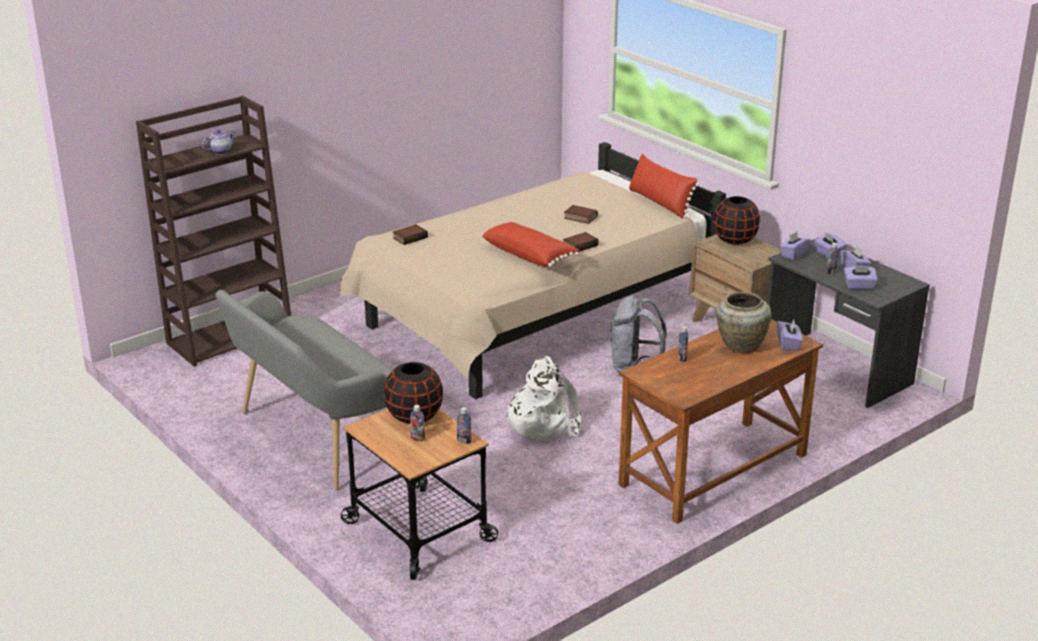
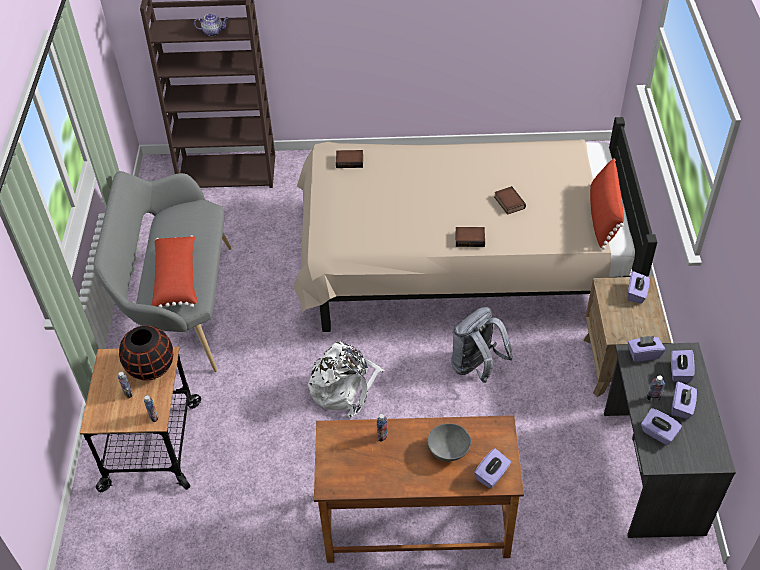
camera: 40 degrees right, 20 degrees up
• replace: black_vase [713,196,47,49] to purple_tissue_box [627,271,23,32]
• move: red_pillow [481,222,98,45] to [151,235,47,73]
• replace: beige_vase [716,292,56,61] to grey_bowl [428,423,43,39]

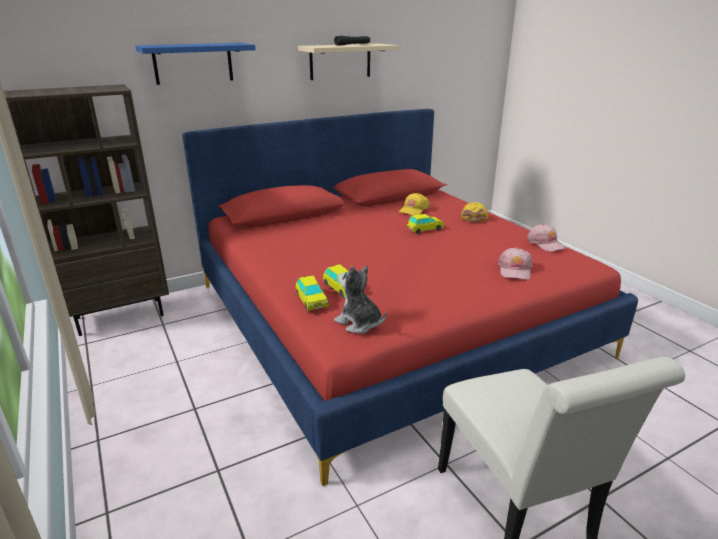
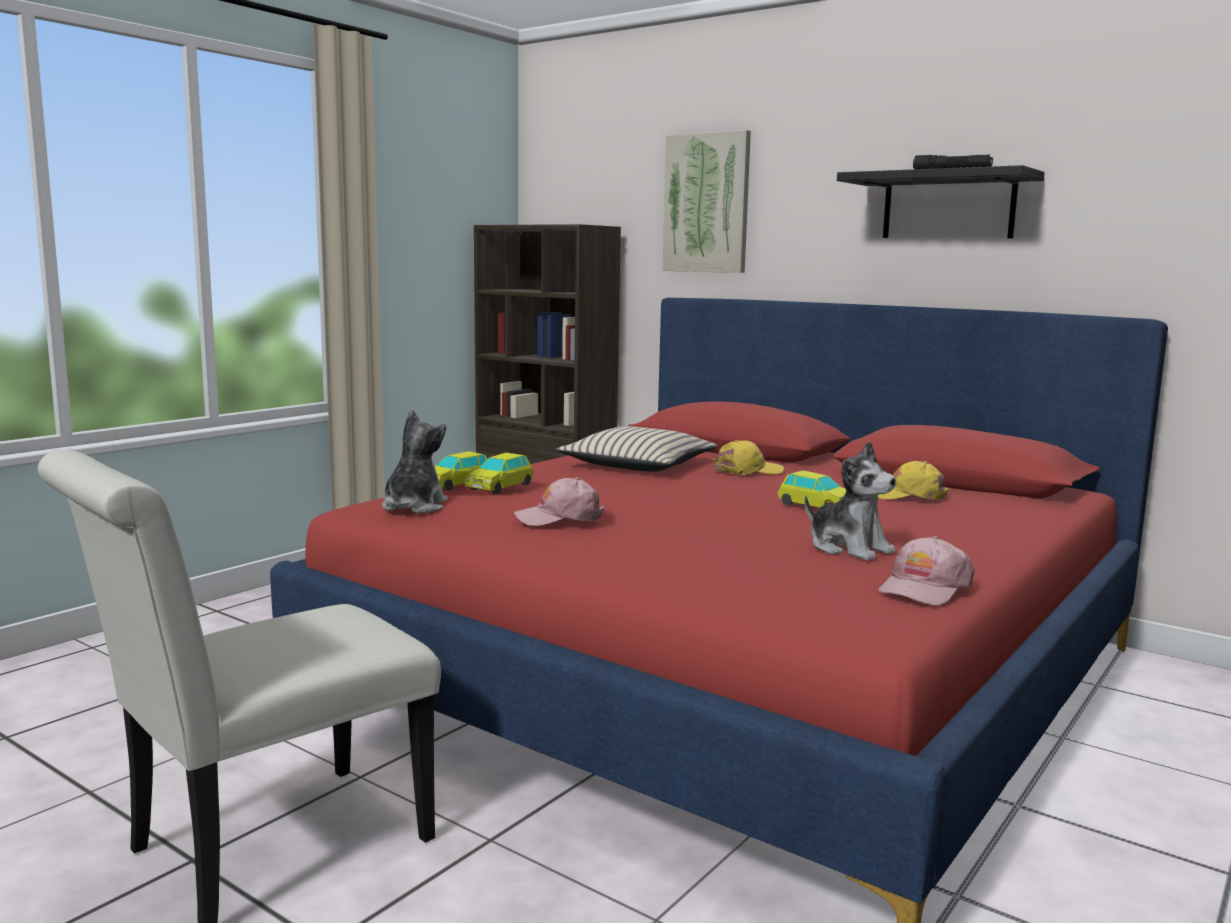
camera: 65 degrees right, 15 degrees down
• replace: blue_shelf [135,43,121,42] to picture [663,130,88,143]
• recolor: beige_shelf [298,44,101,36] to black_shelf [837,165,208,73]
• move: yellow_cap [461,202,27,20] to [712,440,72,35]
• move: pink_cap [498,247,34,33] to [514,477,91,49]
• insert: beige_pillow [556,426,162,46]
• insert: plush_toy [805,441,91,119]

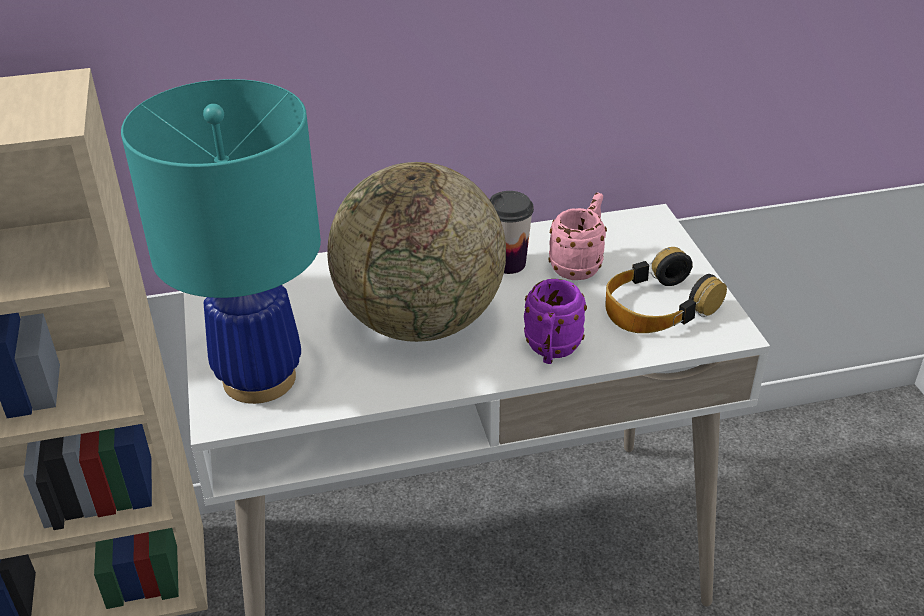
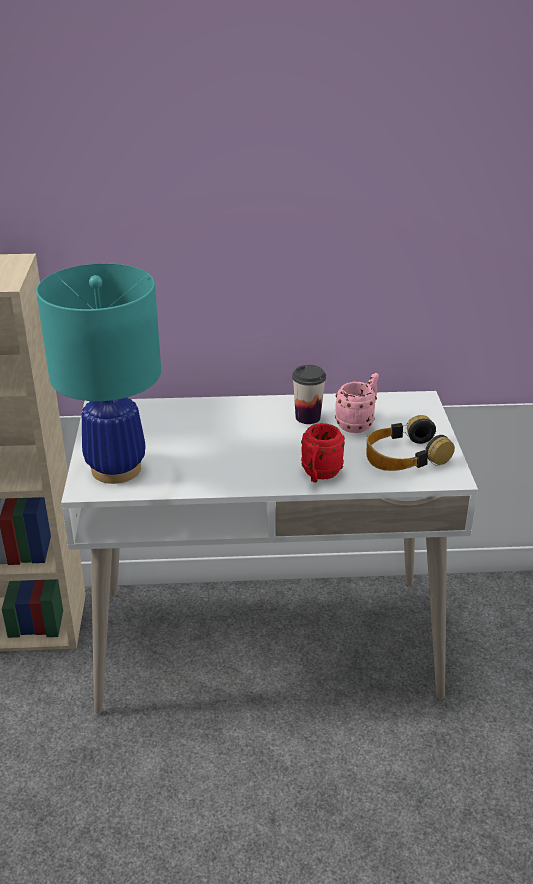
camera: 10 degrees right, 5 degrees down
• delete: globe [327,162,179,180]
• recolor: purple_mug [524,279,63,85] to red_mug [301,423,44,60]

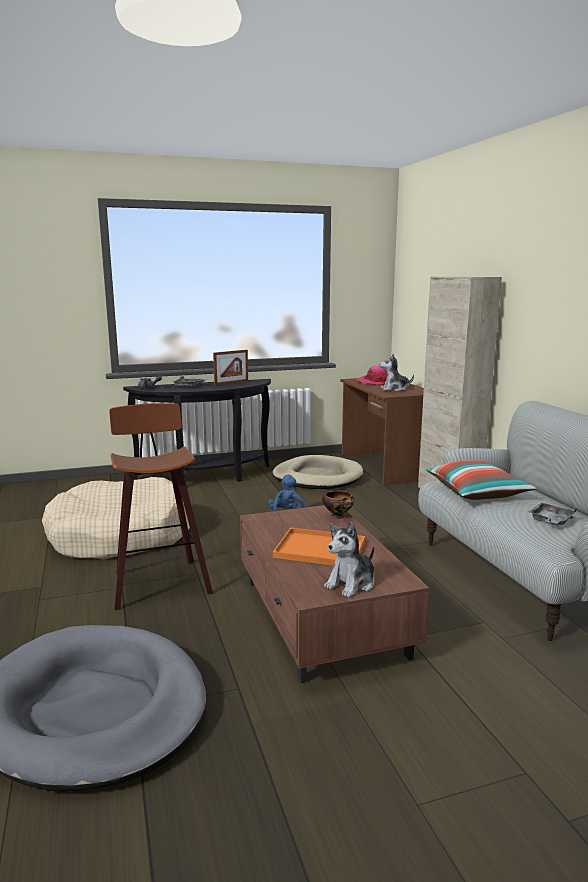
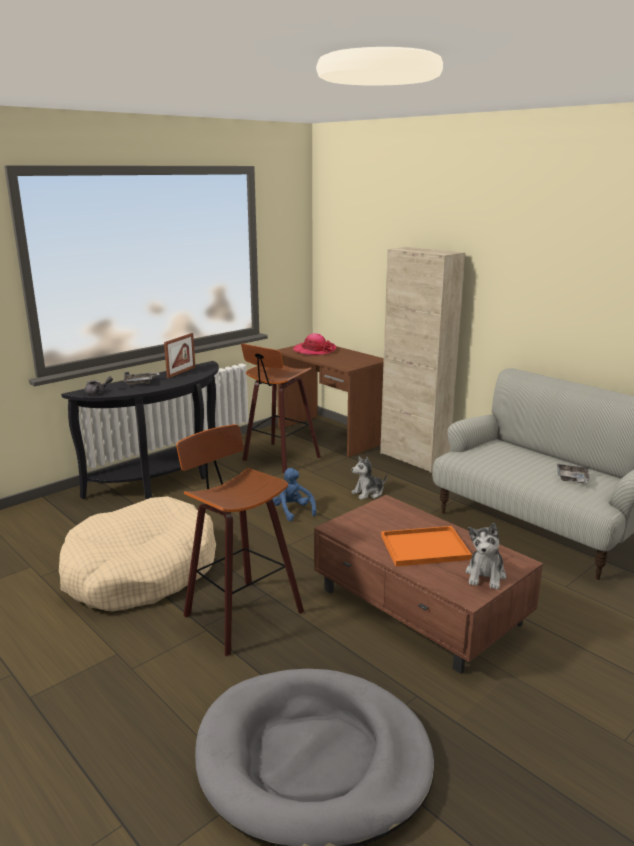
camera: 25 degrees left, 5 degrees up
• move: plush_toy [380,354,34,37] to [351,457,36,43]
• replace: beige_dog_bed [272,455,91,34] to stool [241,343,80,130]
• delete: pillow [426,460,110,40]
• delete: bowl [322,491,32,28]

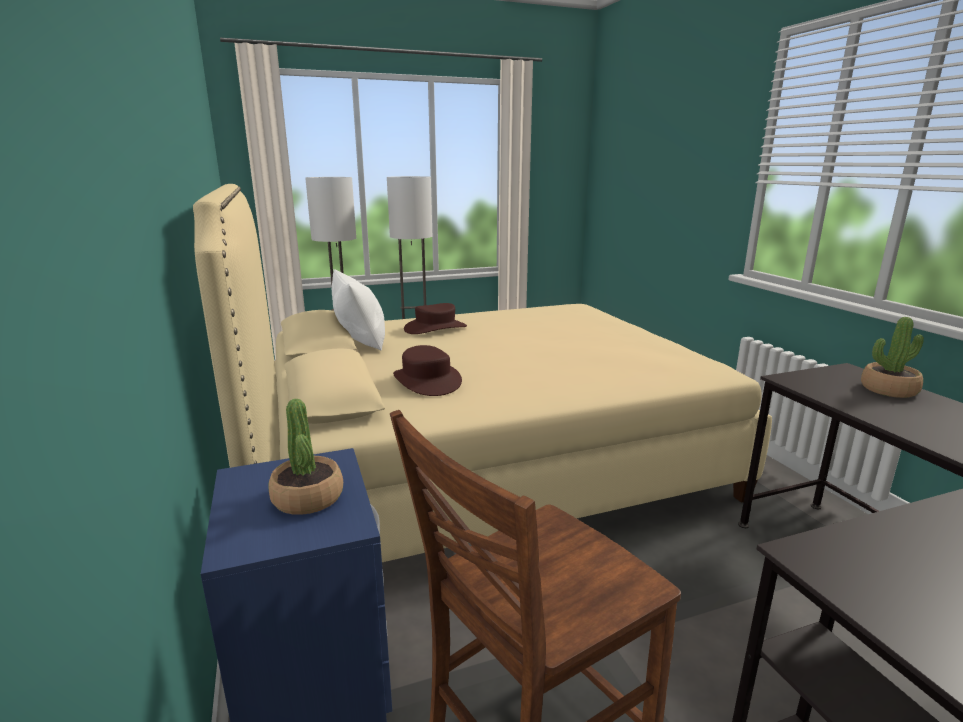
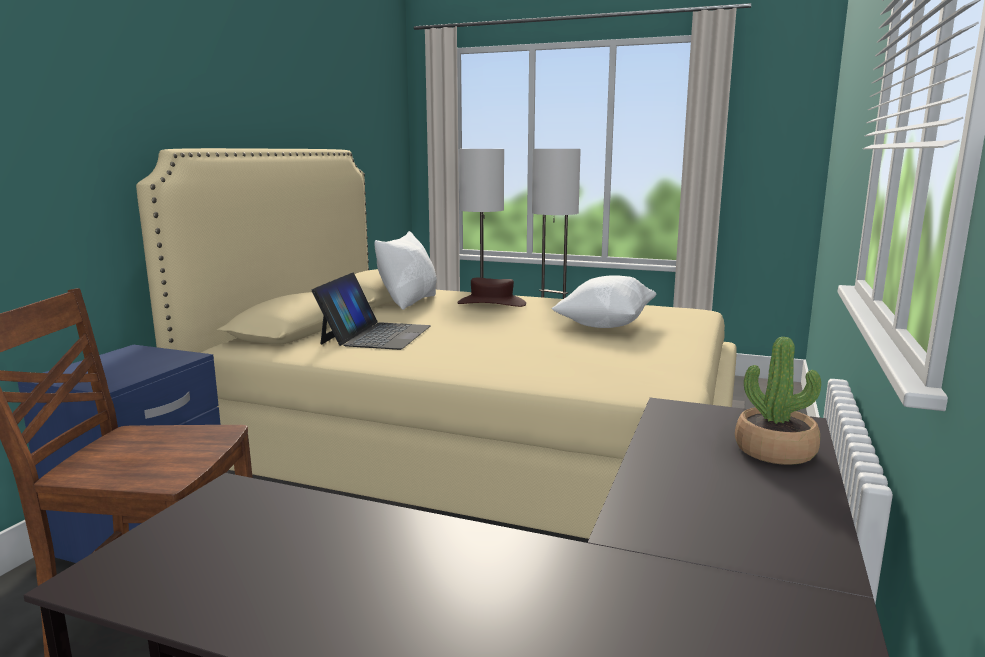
camera: 40 degrees right, 5 degrees down
• replace: brown_hat [393,345,69,51] to laptop [312,273,119,77]
• delete: potted_plant [268,399,75,116]
• insert: white_pillow [551,275,105,53]

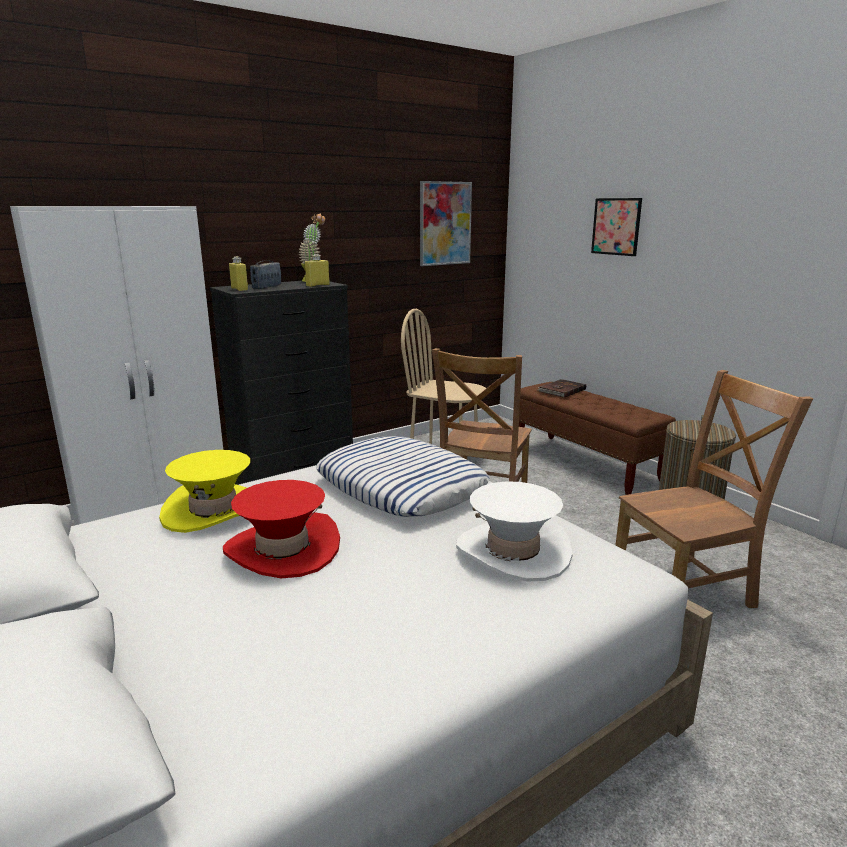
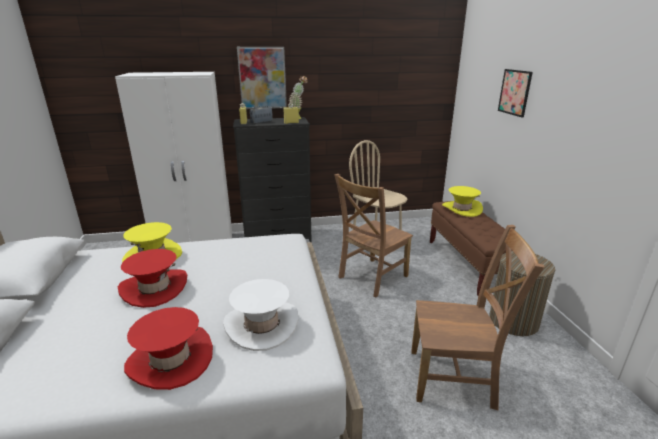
camera: 25 degrees right, 5 degrees up
• move: picture [420,181,52,85] to [237,47,50,62]
• replace: brown_book [538,379,48,19] to yellow_hat [442,186,41,31]
• delete: pillow [316,436,174,81]
• insert: red_hat [124,307,89,83]

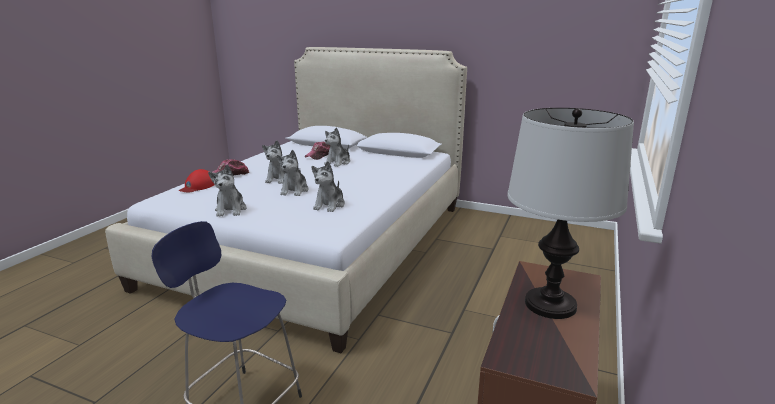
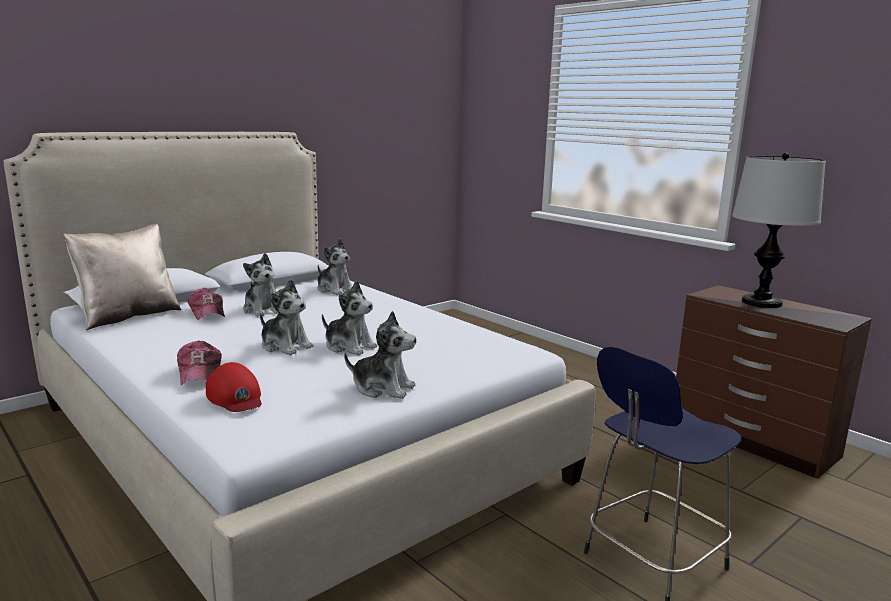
camera: 65 degrees left, 5 degrees down
• move: plush_toy [312,162,33,50] to [317,238,35,57]
• insert: beige_pillow [64,224,117,106]

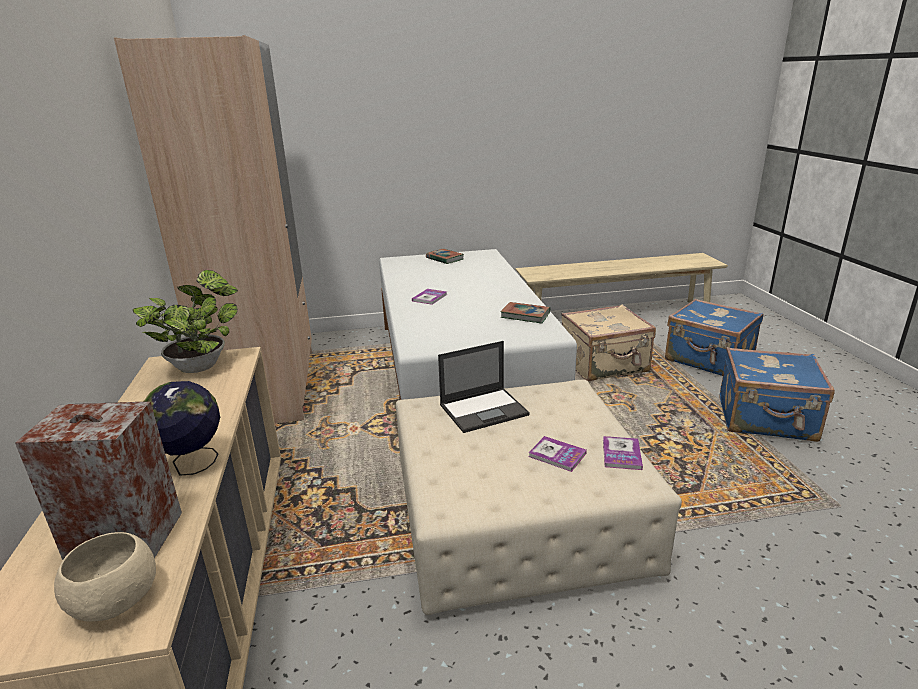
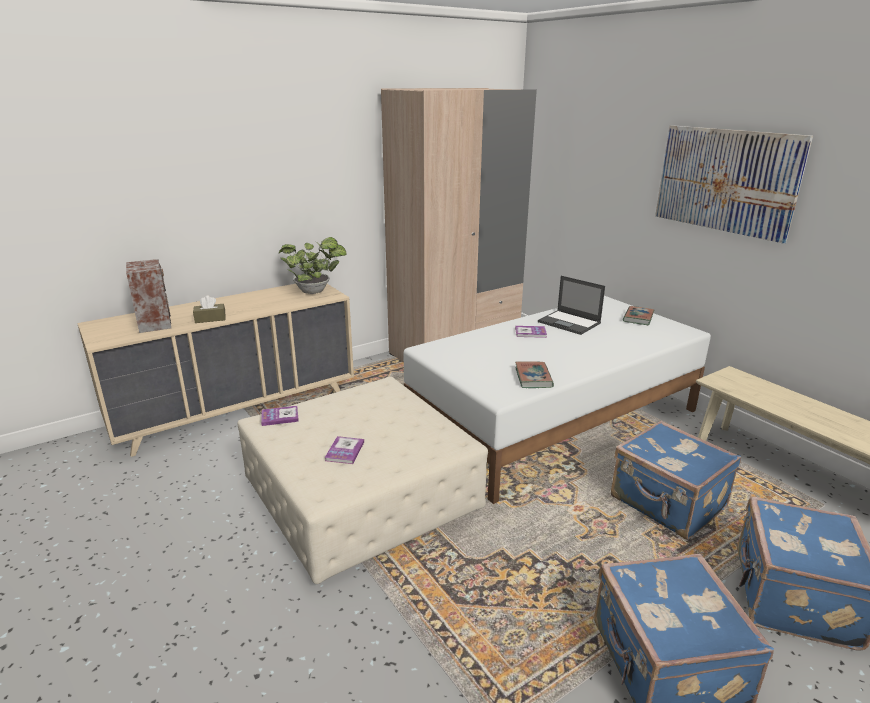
camera: 65 degrees right, 0 degrees up
• recolor: beige_suitcase [562,305,94,76] to blue_suitcase [611,421,130,119]
• move: laptop [438,341,92,92] to [538,276,67,59]
• replace: globe [143,381,77,95] to brown_tissue_box [193,295,33,28]
• move: book [603,436,40,34] to [261,406,38,20]
• delete: beige_bowl [54,532,102,90]
• insert: picture [655,125,158,119]

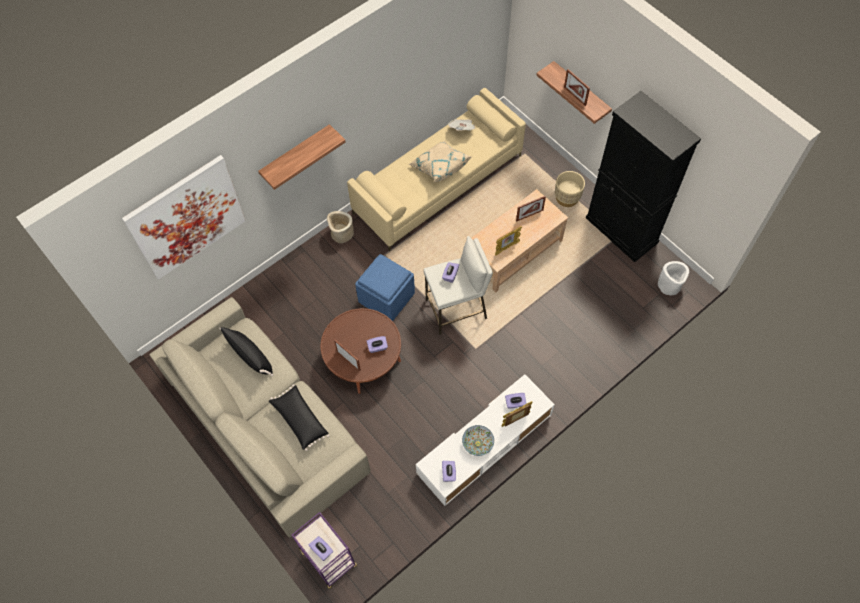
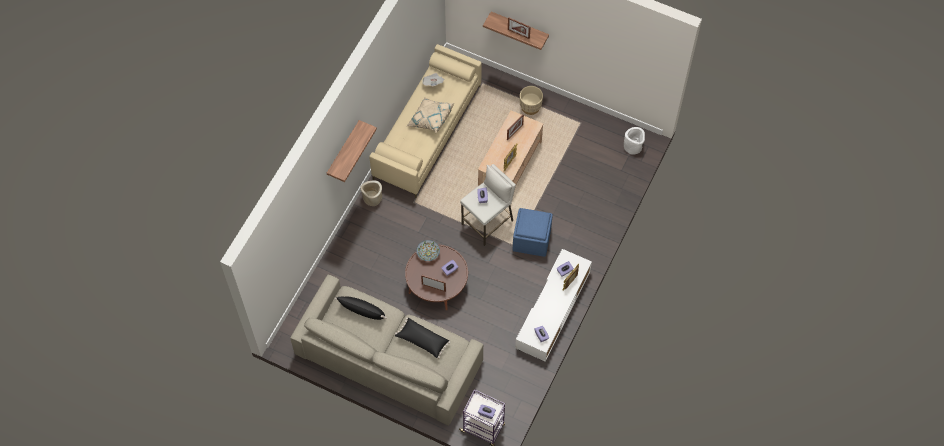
camera: 25 degrees left, 0 degrees up
• delete: black_cabinet [586,91,115,171]
• delete: picture [122,155,124,125]
• move: blue_ottoman [355,254,60,67] to [513,208,40,49]
• move: bowl [462,425,32,31] to [416,240,24,21]

